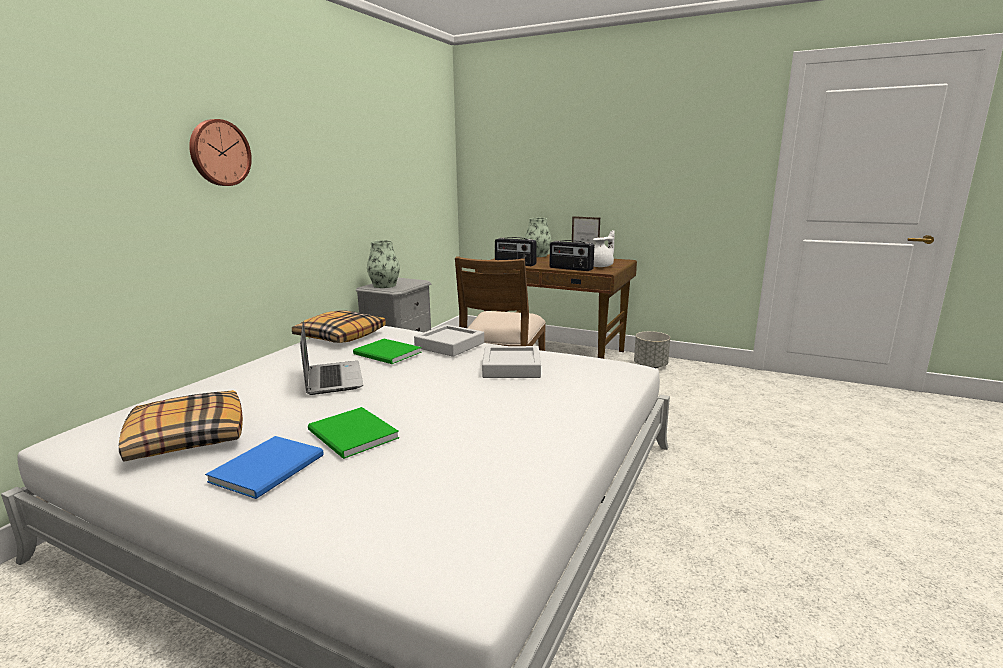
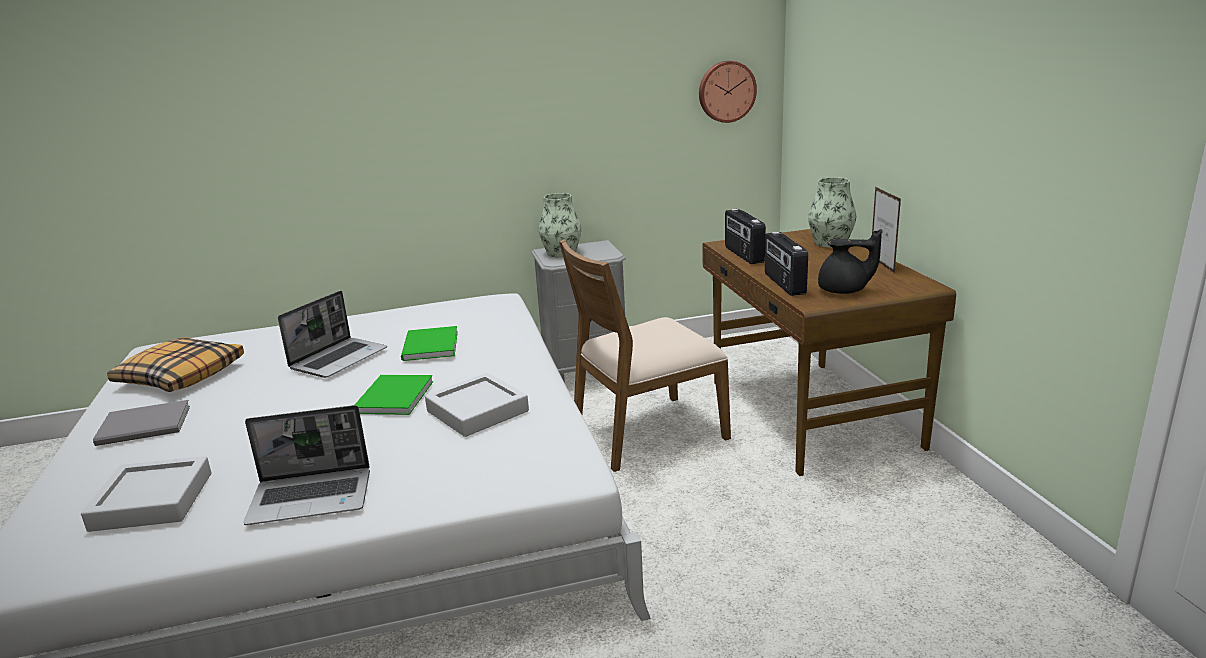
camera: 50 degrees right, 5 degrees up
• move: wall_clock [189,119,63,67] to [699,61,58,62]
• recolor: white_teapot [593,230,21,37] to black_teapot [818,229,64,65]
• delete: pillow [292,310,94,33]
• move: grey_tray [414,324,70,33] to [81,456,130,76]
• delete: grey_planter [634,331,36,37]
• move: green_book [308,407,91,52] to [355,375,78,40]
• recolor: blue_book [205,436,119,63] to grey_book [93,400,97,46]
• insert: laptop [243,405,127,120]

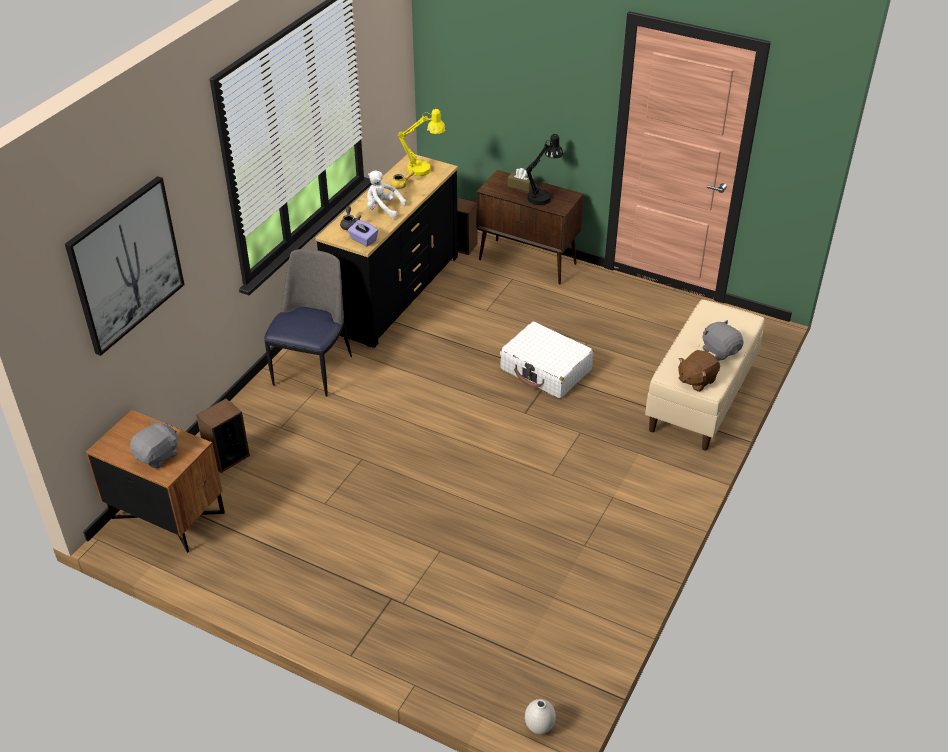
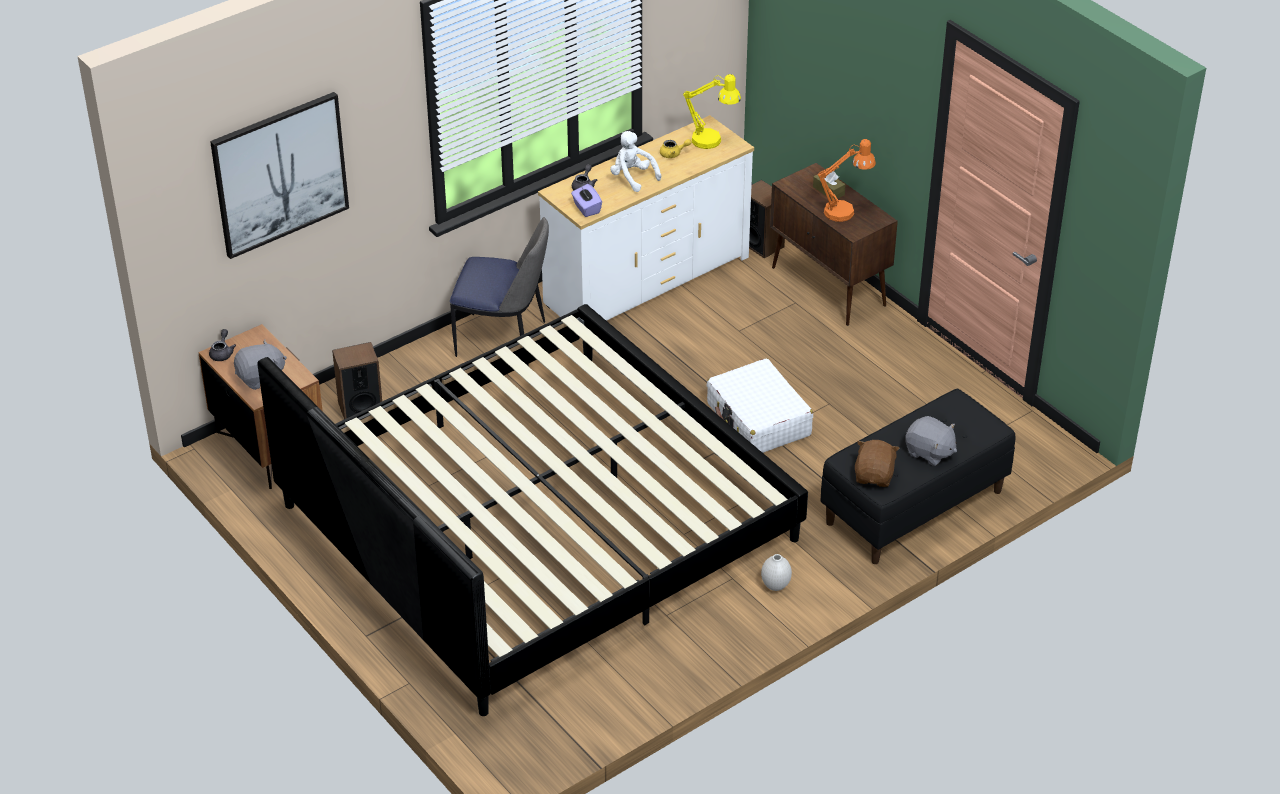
camera: 25 degrees right, 0 degrees up
• recolor: black_table_lamp [526,134,37,71] to orange_table_lamp [818,139,58,83]
• recolor: black_dresser [315,154,143,194] to white_dresser [538,115,216,206]
• rotate: chair [264,249,88,148] = [450,217,99,149] 60 degrees clockwise
• recolor: beige_bench [645,299,119,152] to black_bench [821,389,194,175]
• rotate: grey_plush_toy [702,320,42,41] = [905,416,52,50] 135 degrees clockwise
• rotate: brown_plush_toy [678,350,42,42] = [855,440,44,47] 120 degrees clockwise
• move: white_vase [525,699,31,35] to [761,554,31,37]
• insert: bed [257,304,551,412]
• insert: grey_teapot [209,329,27,32]

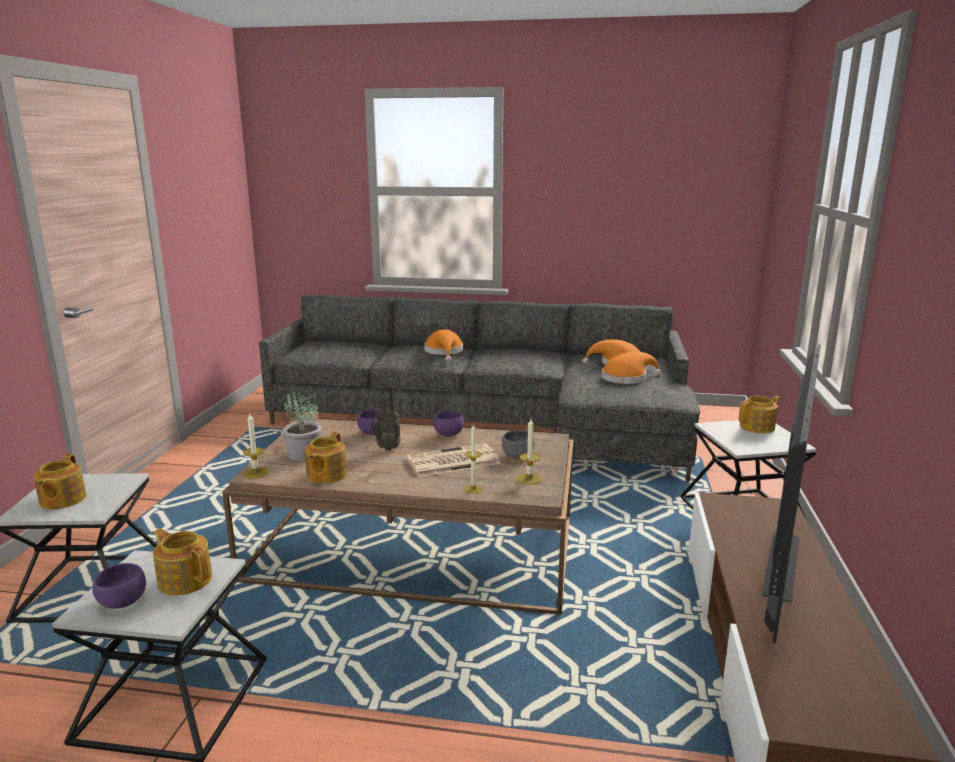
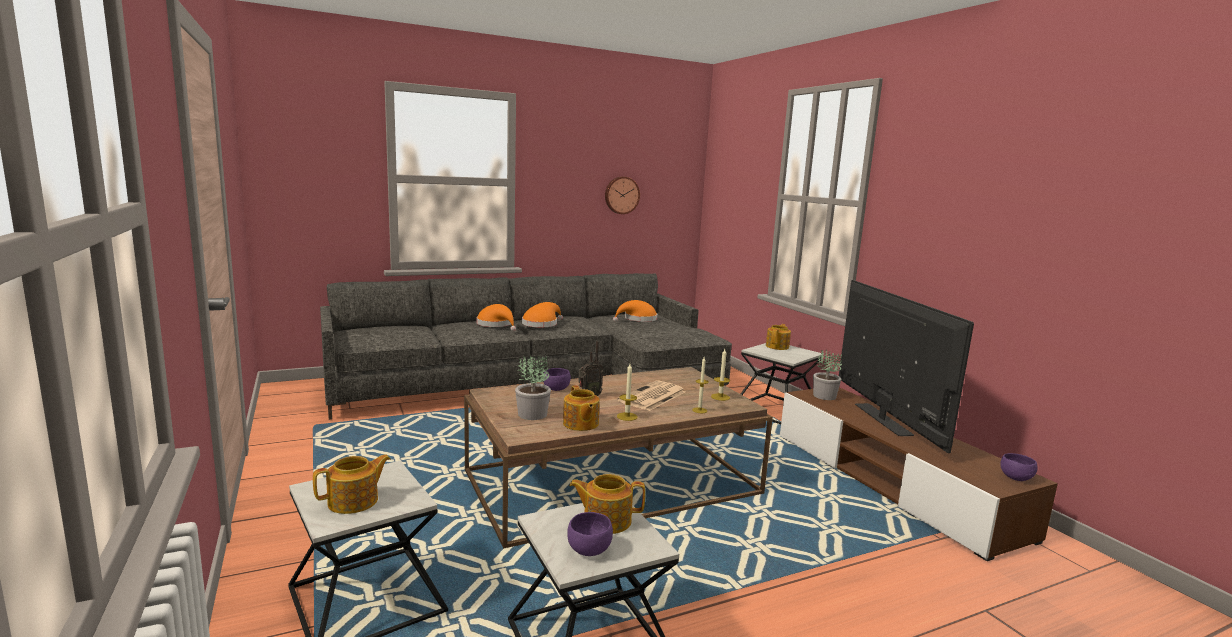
camera: 35 degrees left, 5 degrees down
• move: orange_hat [602,352,59,32] to [522,302,41,25]
• move: purple_bowl [433,411,31,25] to [1001,453,37,28]
• move: candle [243,412,25,66] to [617,364,21,57]
• delete: grey_bowl [502,430,33,29]
• rotate: teapot [33,454,54,55] = [313,454,77,60] 90 degrees counterclockwise
• insert: wall_clock [605,176,35,38]
• insert: potted_plant [813,350,29,50]

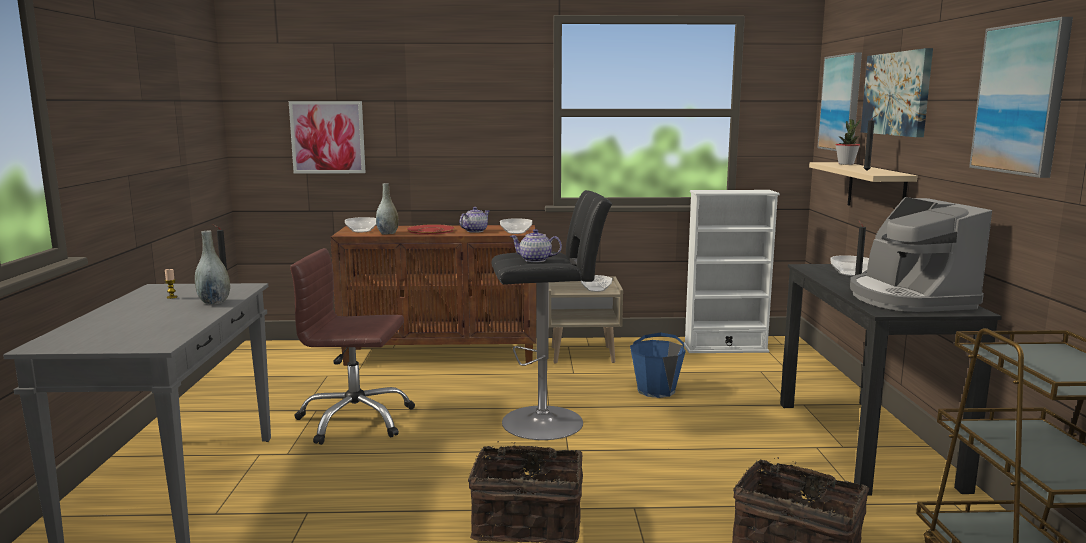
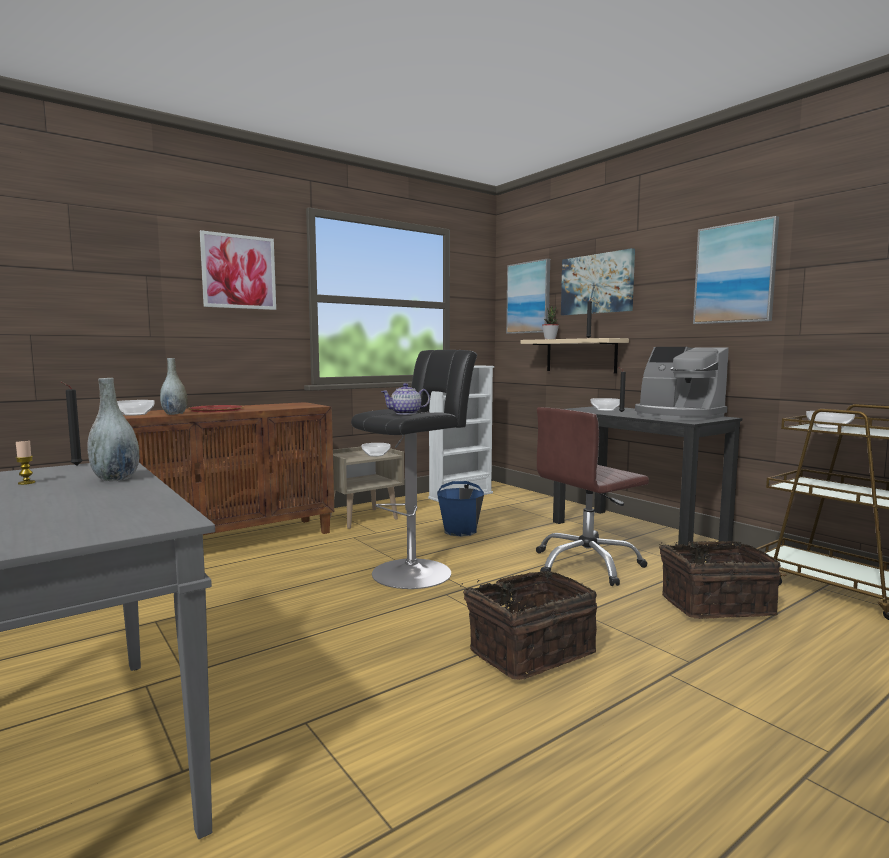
camera: 35 degrees left, 5 degrees down
• move: picture [289,101,77,73] to [200,230,76,80]
• delete: teapot [459,207,30,26]
• move: bowl [500,218,32,16] to [806,411,49,18]
• move: brown_office_chair [290,248,125,197] to [536,407,113,179]

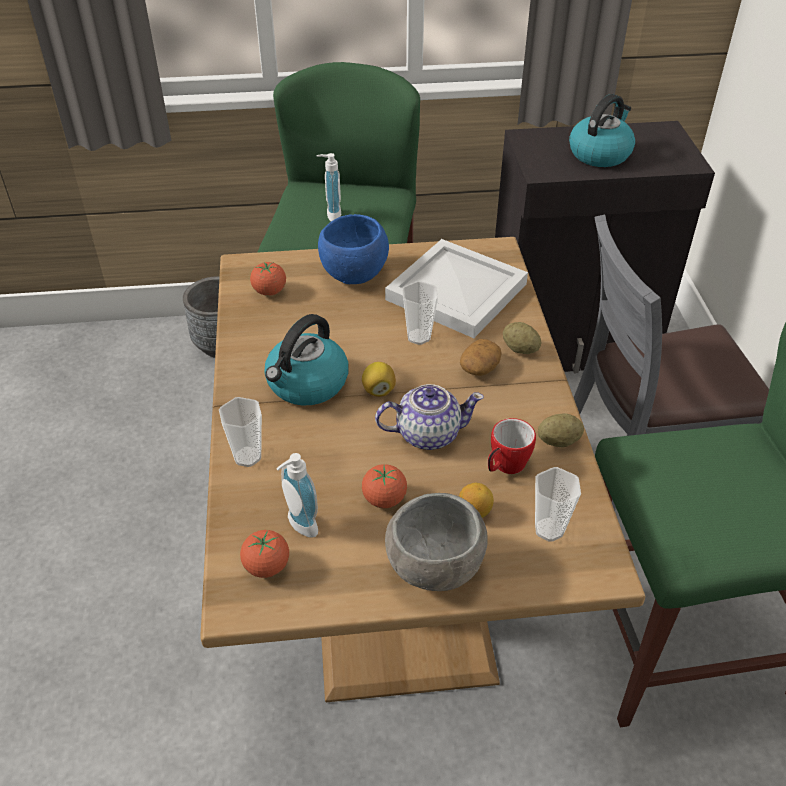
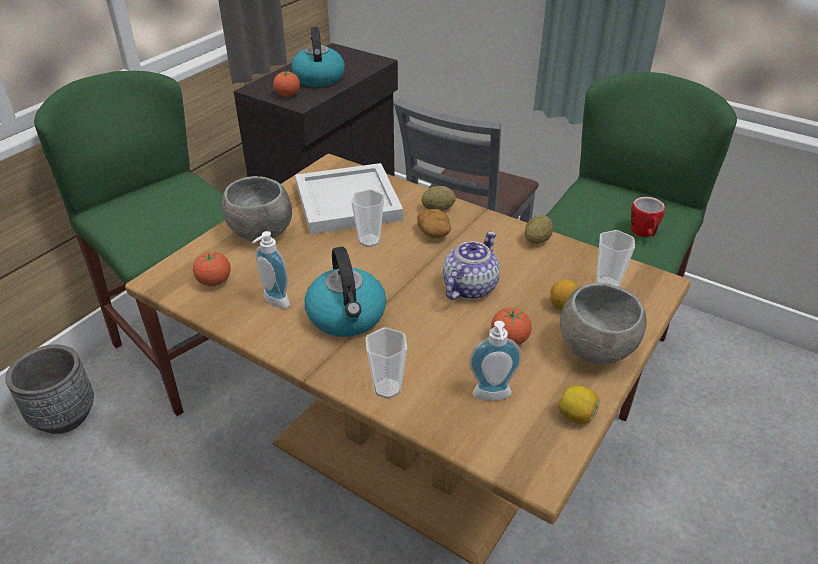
camera: 50 degrees left, 5 degrees down
• move: soap_dispenser [316,153,25,68] to [252,231,38,77]
• recolor: blue_bowl [318,214,71,70] to grey_bowl [222,176,70,66]
• move: lemon [362,362,34,35] to [558,385,42,39]
• move: mug [488,418,48,56] to [631,197,34,40]
• move: tomato [240,530,49,48] to [273,71,27,25]

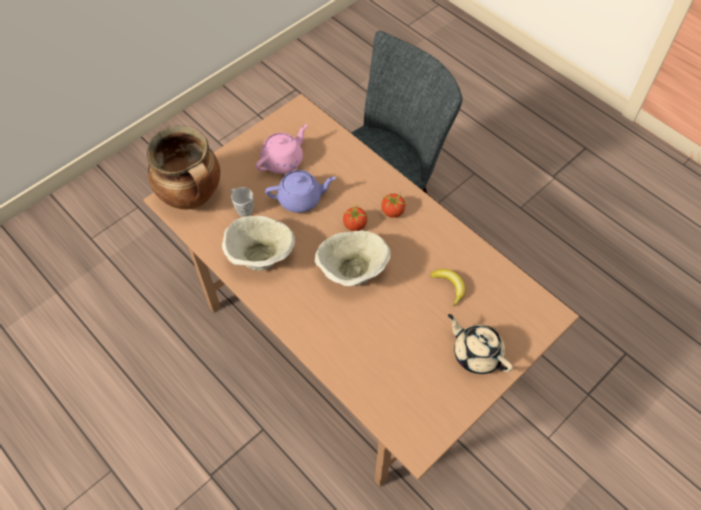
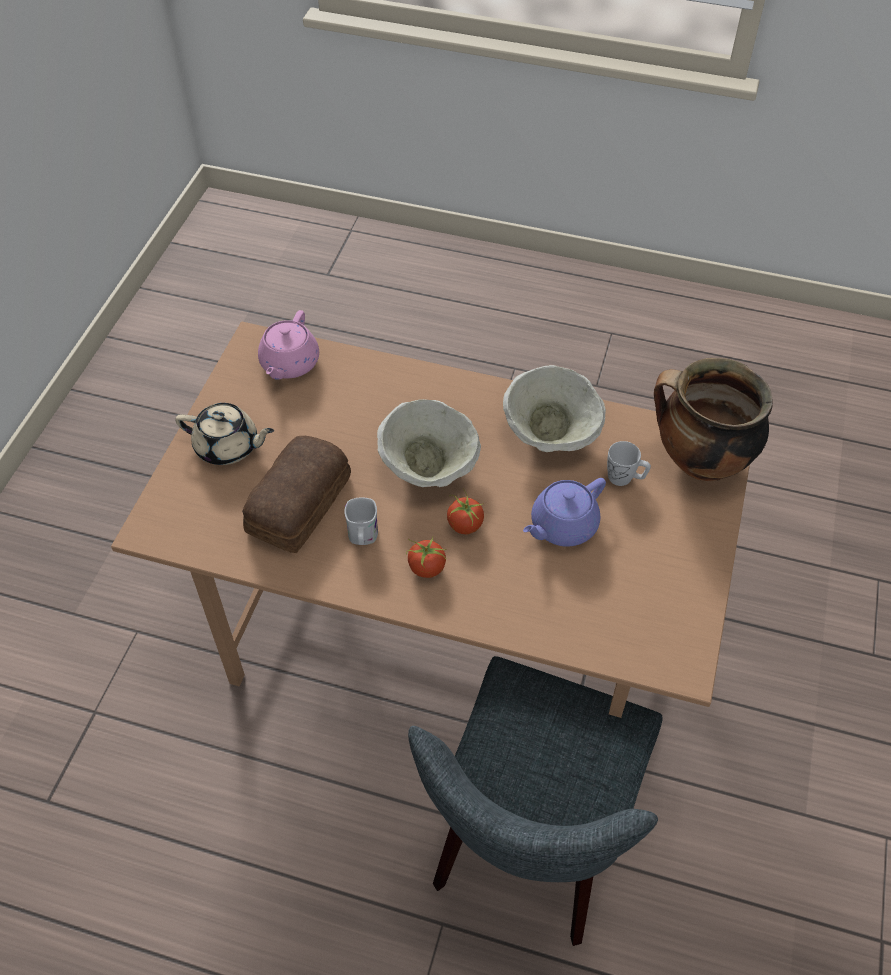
camera: 150 degrees right, 5 degrees down
• move: pink_teapot [256,124,51,50] to [258,310,61,70]
• replace: banana [430,269,35,38] to bread [242,436,109,117]
• insert: white_mug [344,497,34,48]

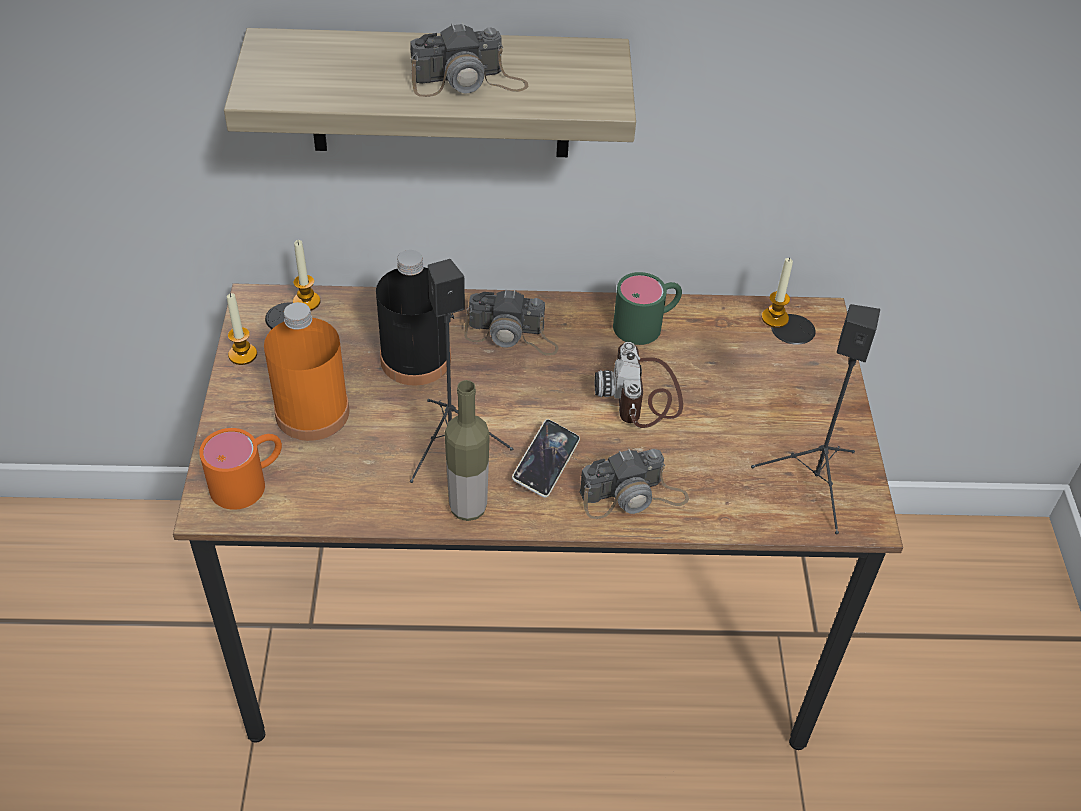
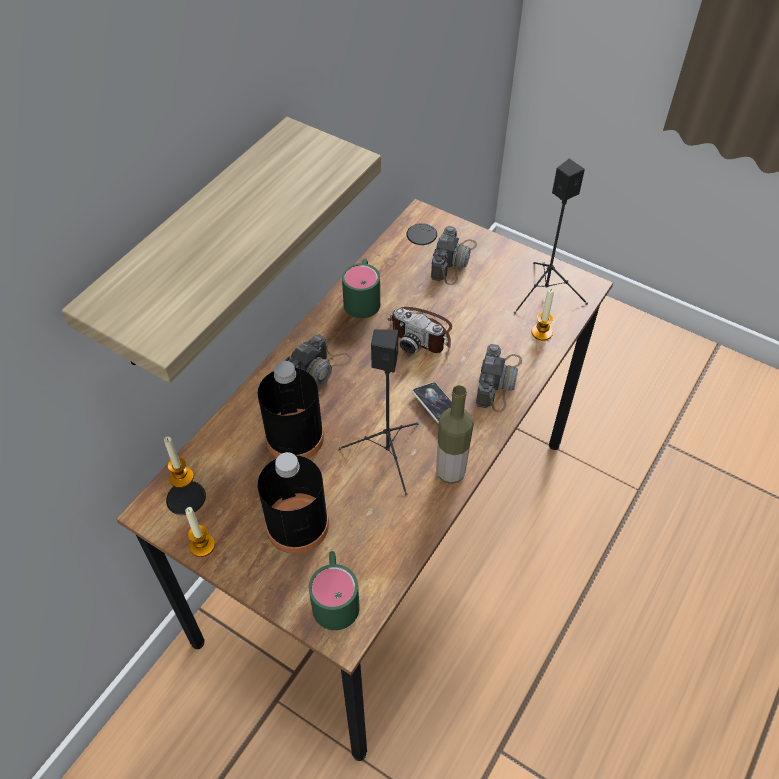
camera: 55 degrees left, 5 degrees up
• move: photo_camera [410,22,119,75] to [431,226,46,59]
• move: candle [762,258,31,70] to [531,289,23,52]
• recolor: orange_bottle [264,302,85,139] to black_bottle [258,452,71,102]
• recolor: orange_mug [199,428,83,82] to green_mug [309,551,51,79]

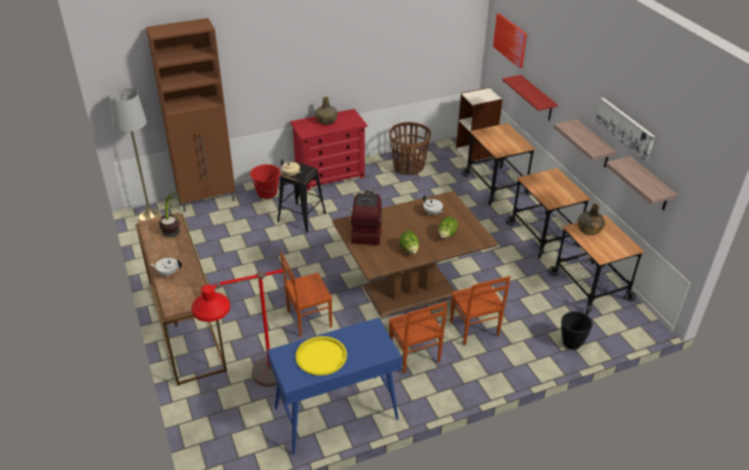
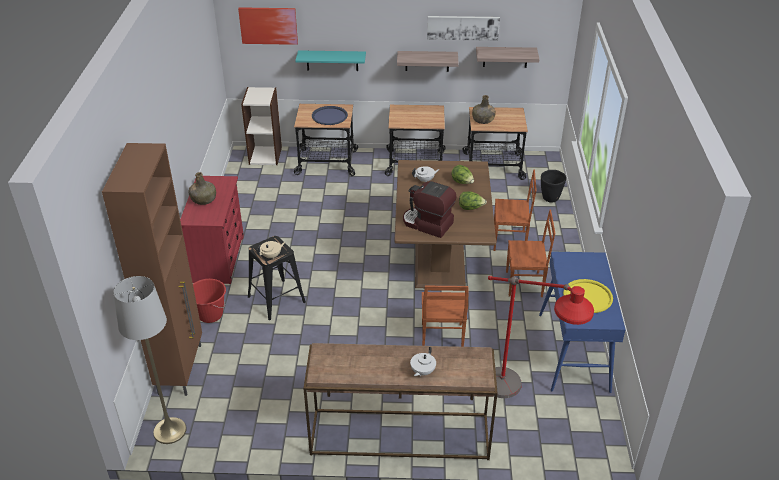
camera: 65 degrees left, 0 degrees up
• recolor: red_shelf [502,75,56,46] to turquoise_shelf [295,50,71,21]
• delete: basket [389,122,42,53]
• delete: potted_plant [159,193,30,44]
• insert: blue_tray [312,106,36,19]

